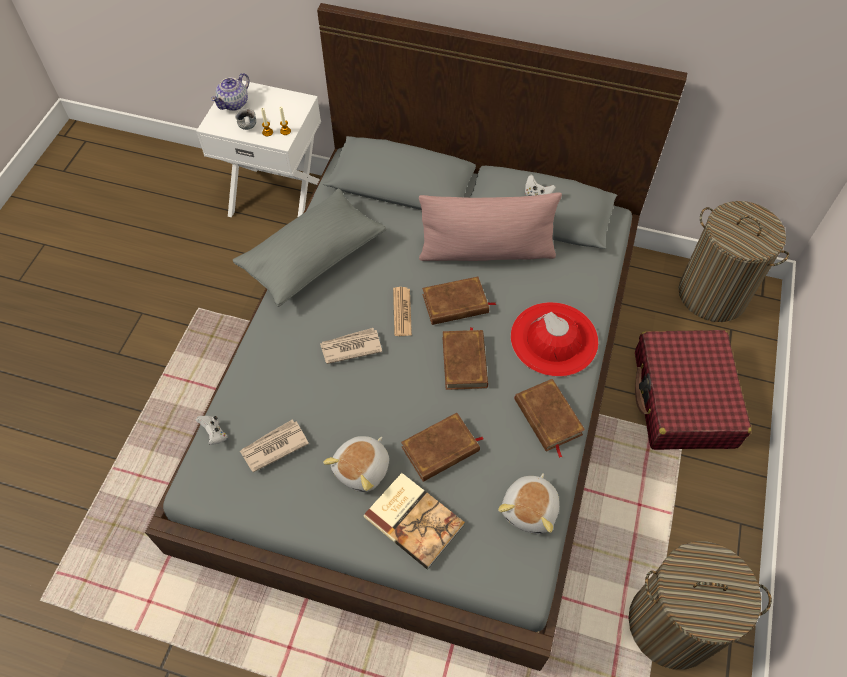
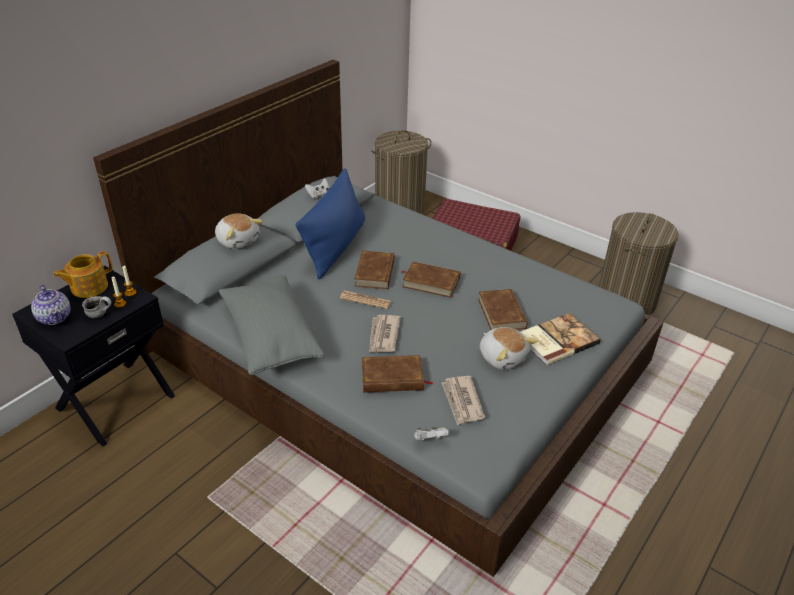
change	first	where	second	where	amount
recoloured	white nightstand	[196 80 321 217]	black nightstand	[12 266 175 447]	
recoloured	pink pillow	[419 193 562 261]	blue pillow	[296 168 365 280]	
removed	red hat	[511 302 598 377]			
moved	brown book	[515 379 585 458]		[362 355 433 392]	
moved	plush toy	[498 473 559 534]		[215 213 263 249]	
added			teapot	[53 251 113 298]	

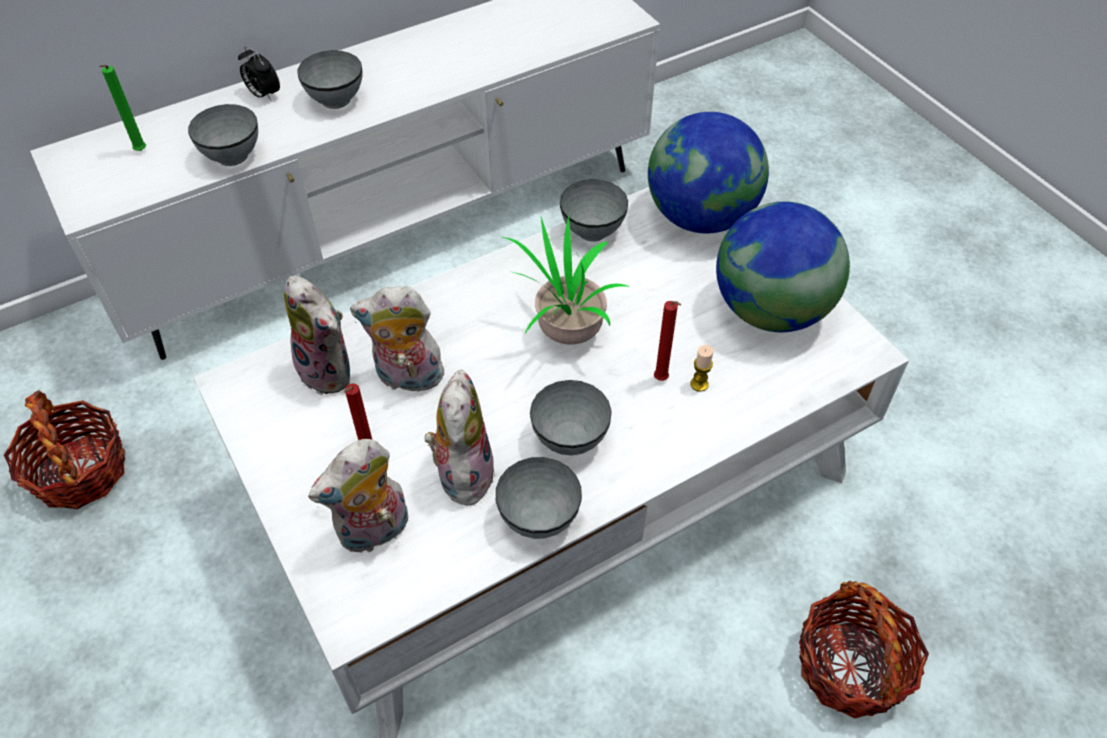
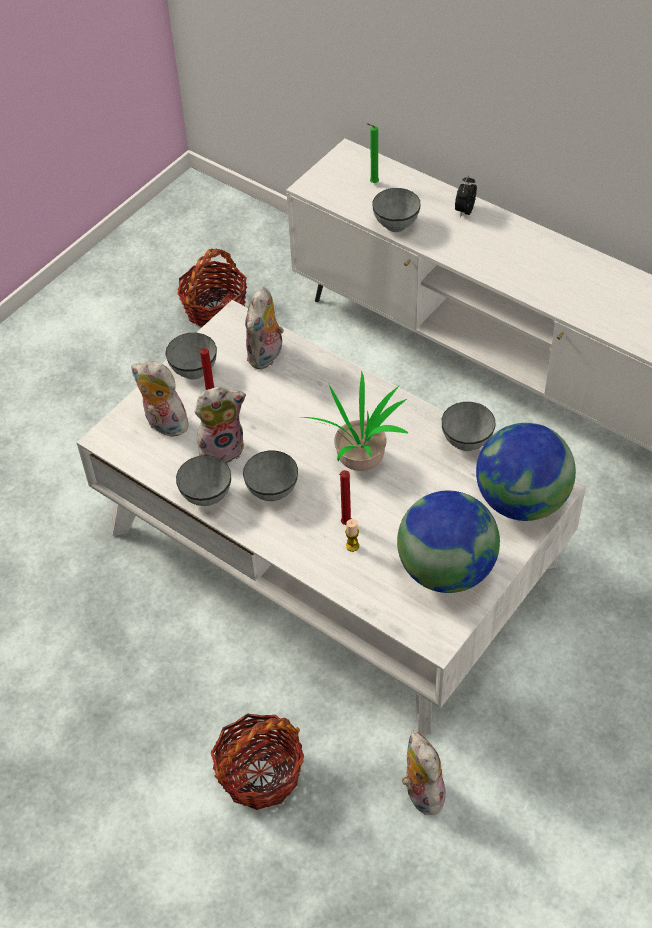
change	first	where	second	where	amount
moved	grey bowl	[297 50 363 109]		[166 333 217 380]	
moved	plush toy	[350 286 444 392]		[402 730 446 815]	

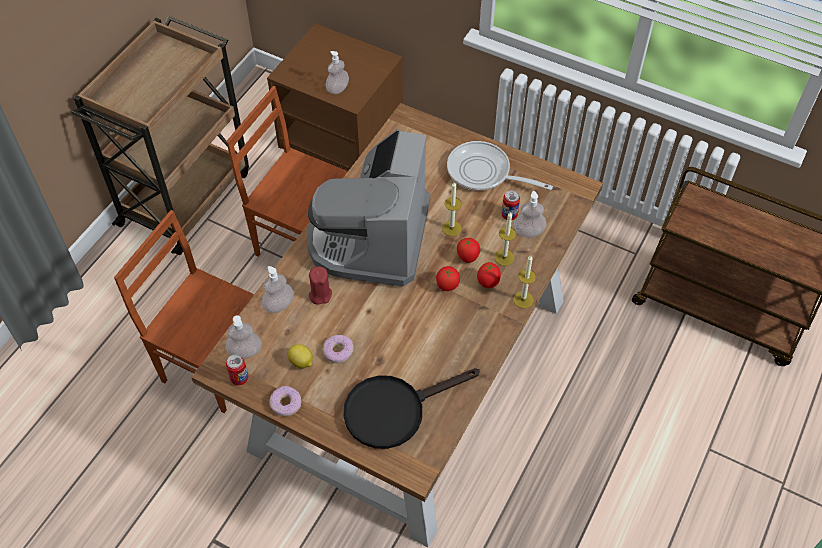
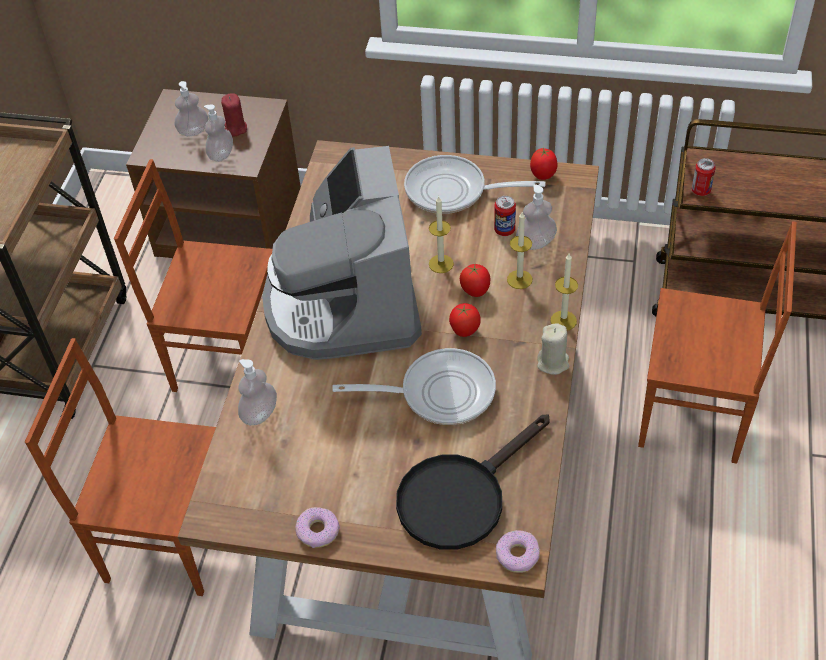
change	first	where	second	where	amount
moved	tomato	[477 262 501 288]		[530 148 558 180]	
moved	red candle	[309 266 332 305]		[221 93 247 136]	
moved	soap dispenser	[226 315 262 359]		[175 81 209 136]	
moved	donut	[323 335 354 363]		[496 530 540 573]	
removed	lemon	[287 344 313 369]			
moved	can	[226 355 249 386]		[692 158 716 196]	
added			brown chair	[638 221 797 464]	
added			beige candle	[537 323 569 375]	
added			frying pan	[332 348 496 425]	

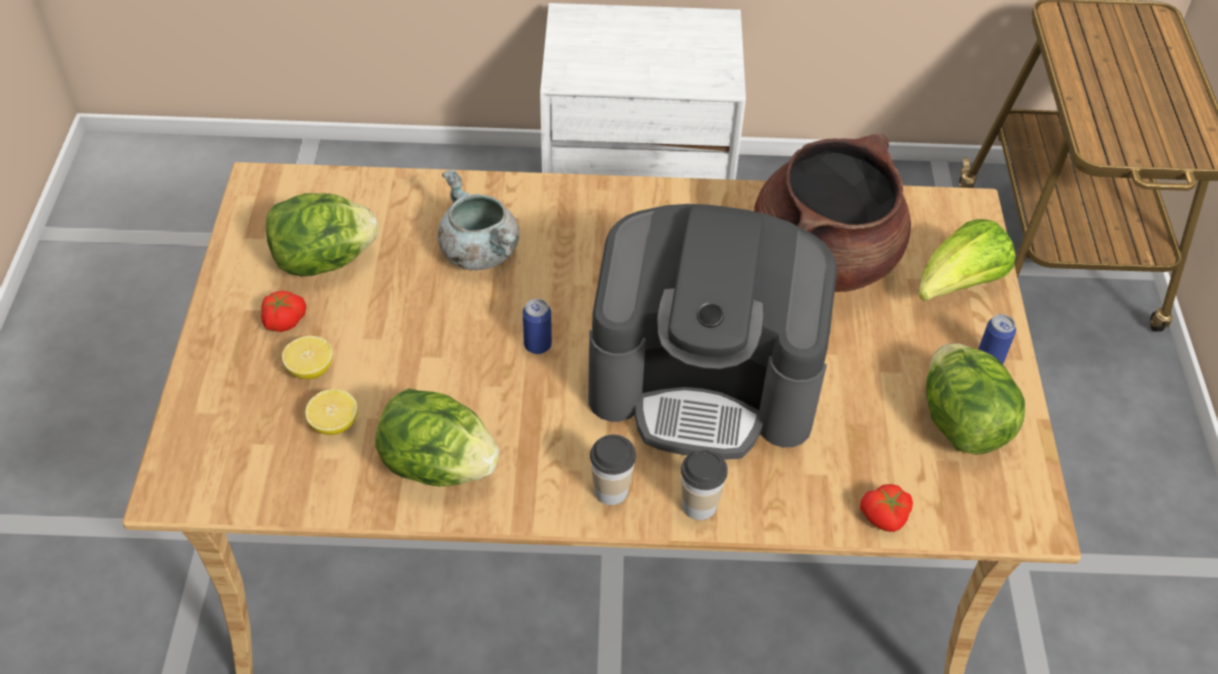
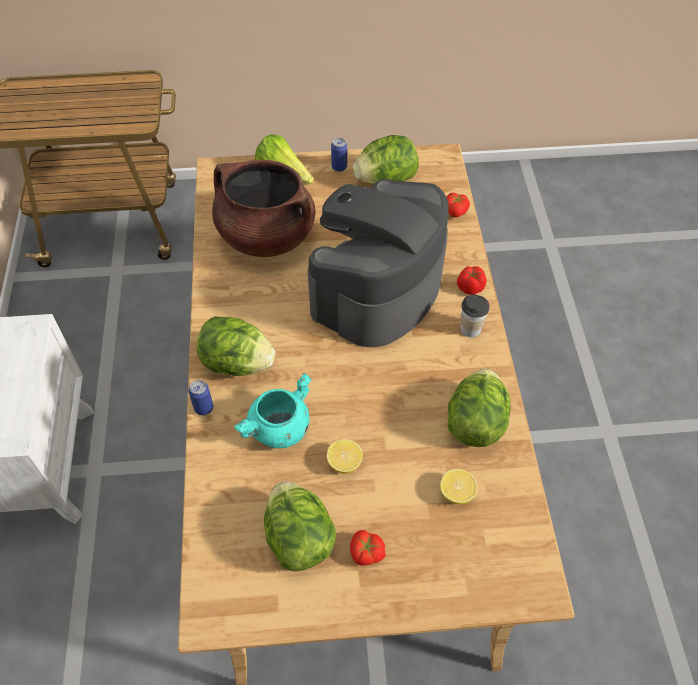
change	first	where	second	where	amount
recoloured	grey cooking pot	[438 169 519 270]	turquoise cooking pot	[234 373 312 448]	
turned	coffee machine	[588 204 837 460]		[308 179 449 347]	150 degrees counterclockwise
moved	can	[523 299 552 354]		[188 380 213 415]	
moved	lemon	[282 336 333 379]		[327 439 363 473]	
replaced	cup	[681 450 728 520]	tomato	[457 266 487 295]	
added			lettuce	[196 316 275 376]	

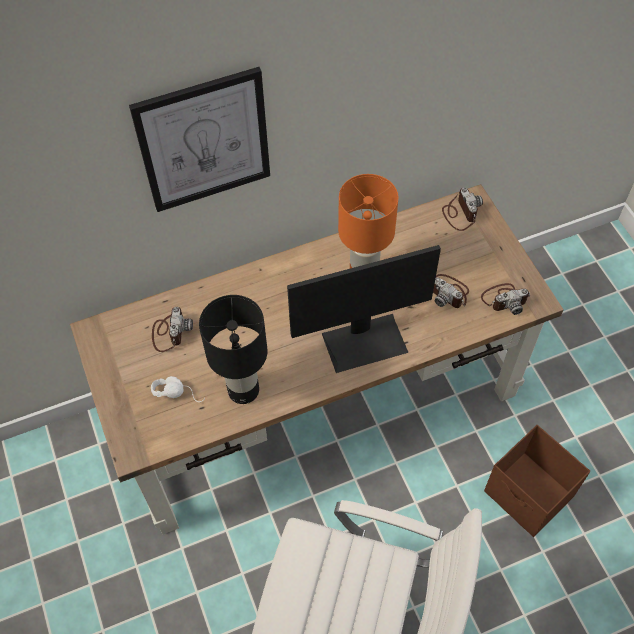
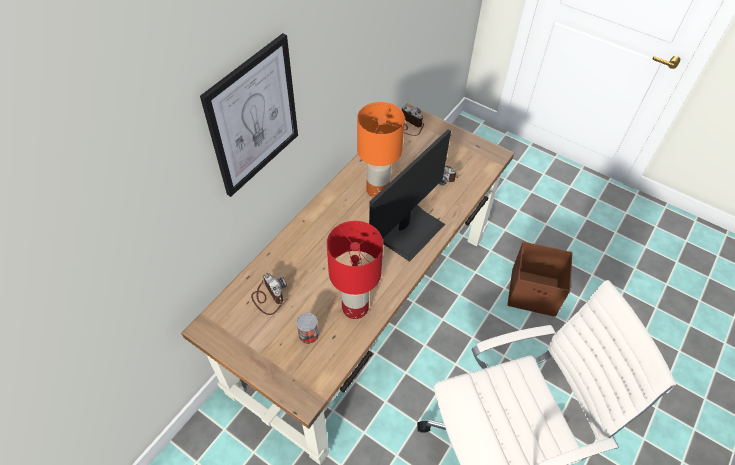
change	first	where	second	where	amount
removed	photo camera	[481 283 530 315]			
recoloured	black table lamp	[199 295 268 404]	red table lamp	[327 221 383 319]	
replaced	white headphones	[151 376 205 402]	can	[296 313 319 344]	

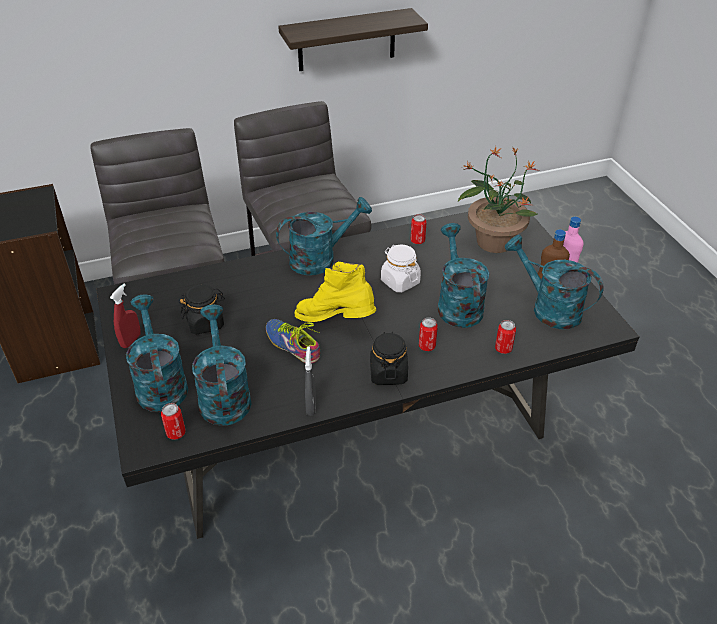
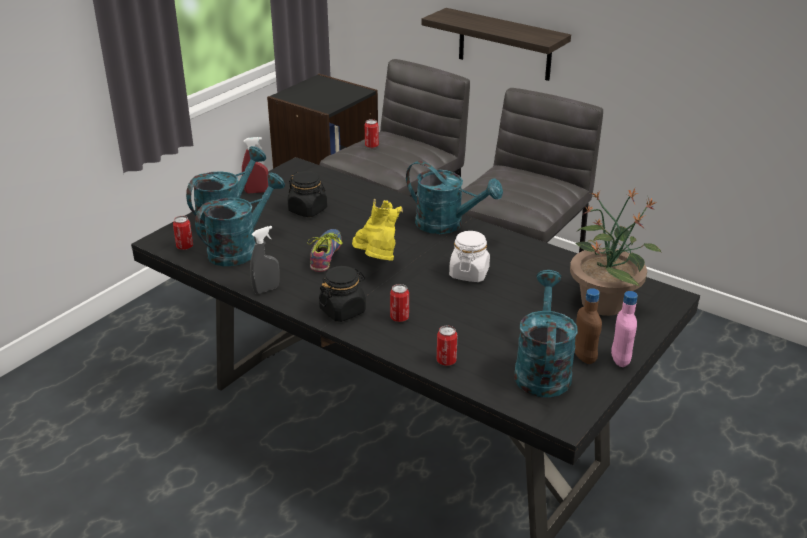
change	first	where	second	where	amount
moved	shelf	[278 8 428 71]		[422 8 571 81]	
moved	can	[410 214 427 244]		[365 119 379 148]	
removed	turquoise watering can	[438 223 489 328]			

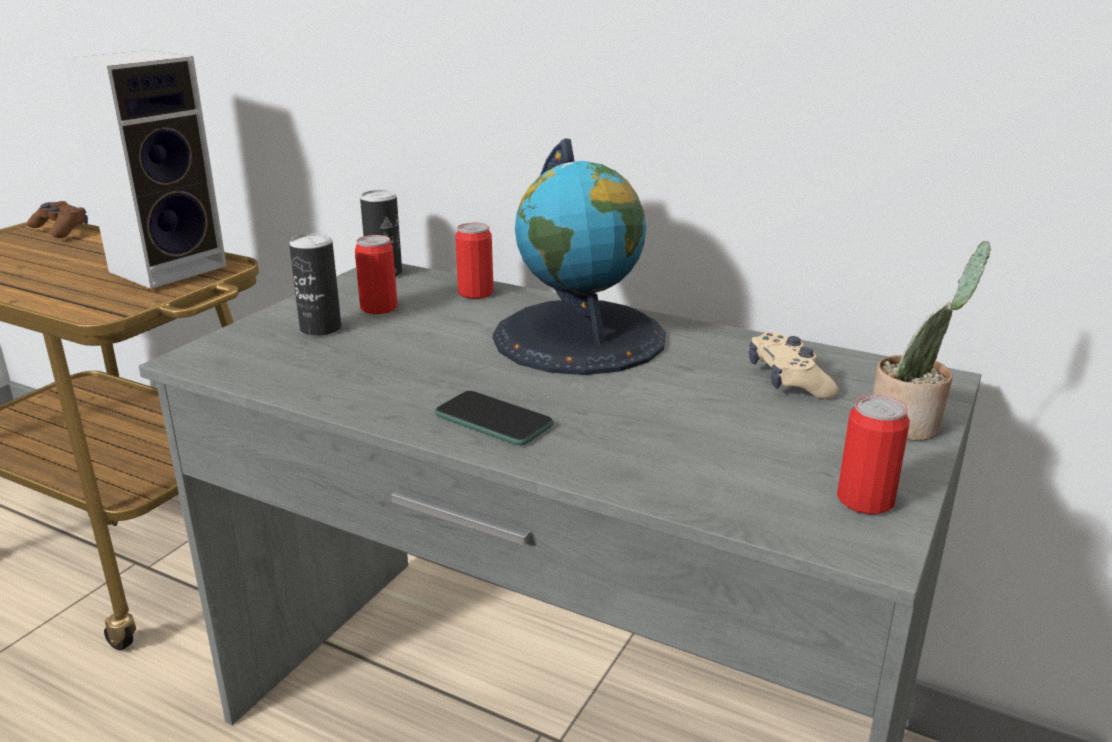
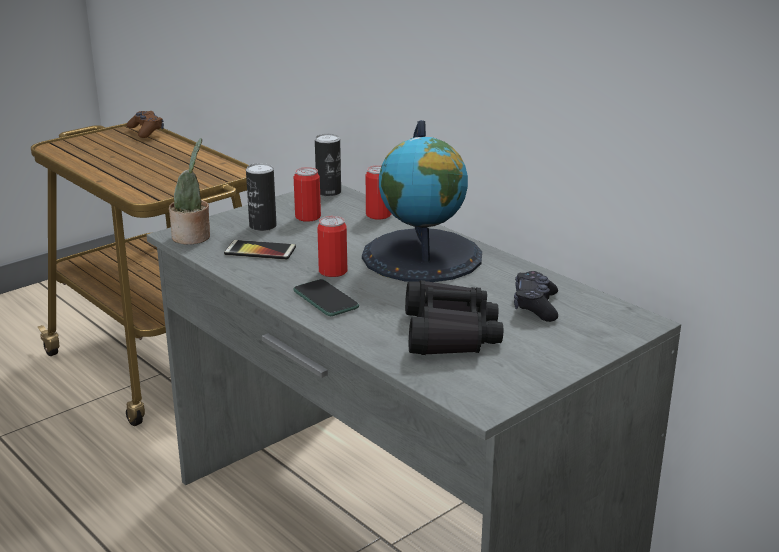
change	first	where	second	where	amount
removed	speaker	[63 50 227 289]			
moved	potted plant	[873 241 991 441]		[169 138 210 245]	
recoloured	beige game controller	[749 332 838 399]	black game controller	[514 271 558 322]	
moved	can	[837 395 910 514]		[317 216 347 277]	
added			phone	[224 240 296 260]	
added			black binoculars	[405 280 503 355]	

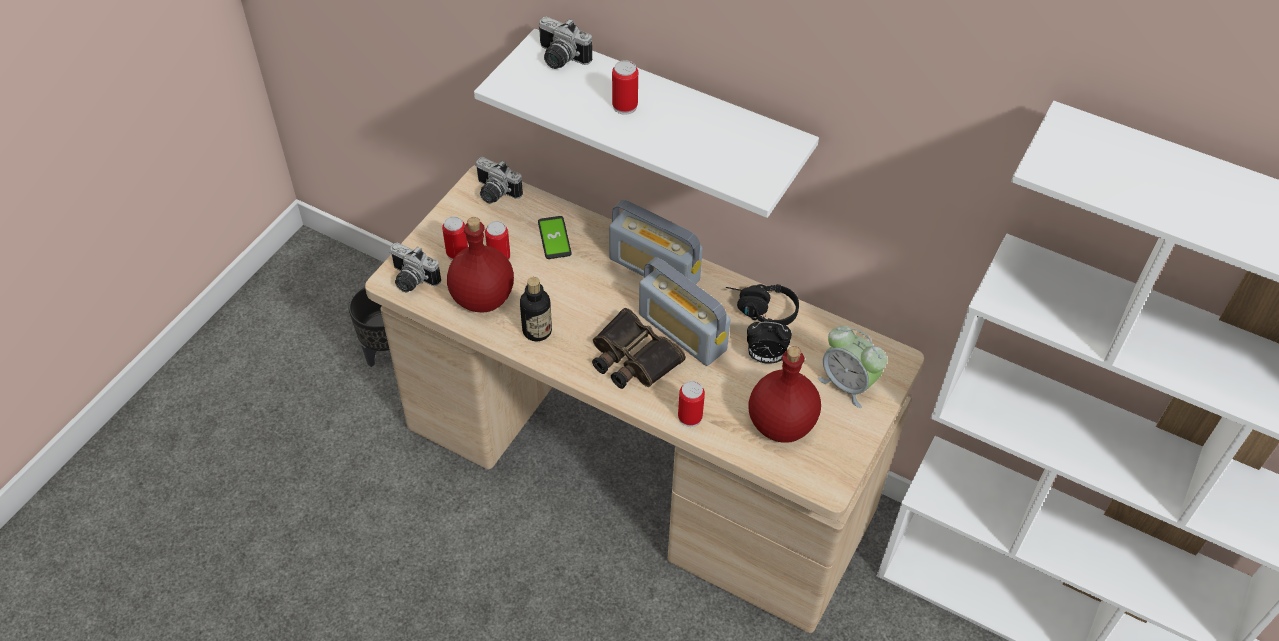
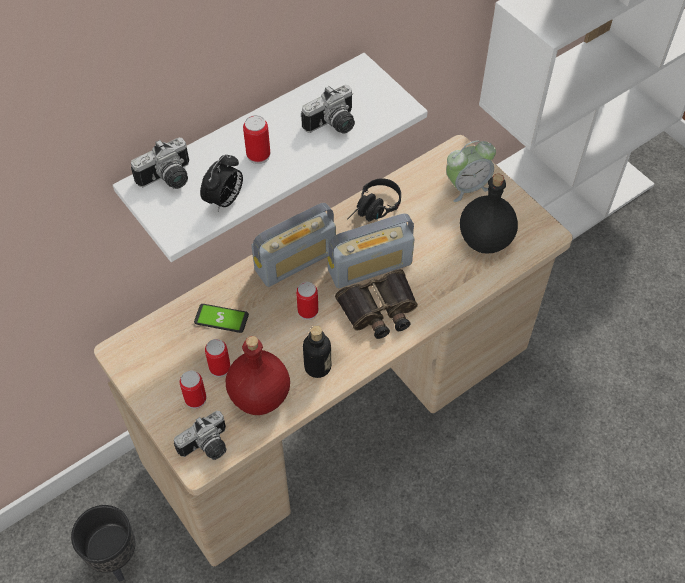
change	first	where	second	where	amount
moved	photo camera	[475 157 523 204]		[301 85 355 134]	
moved	alarm clock	[747 322 792 364]		[200 154 243 211]	
recoloured	red bottle	[749 346 821 443]	black bottle	[460 174 518 254]	
moved	can	[678 381 705 427]		[296 282 318 320]	

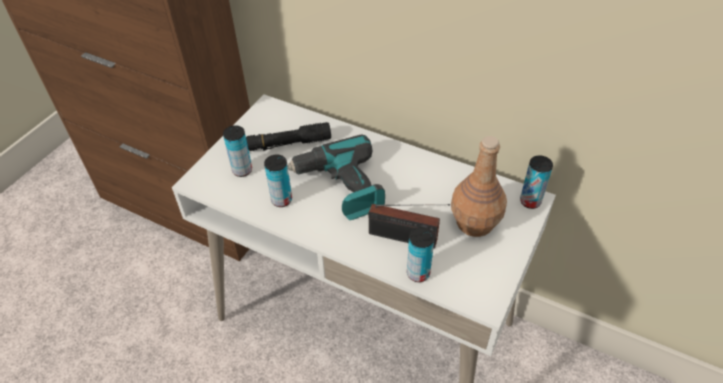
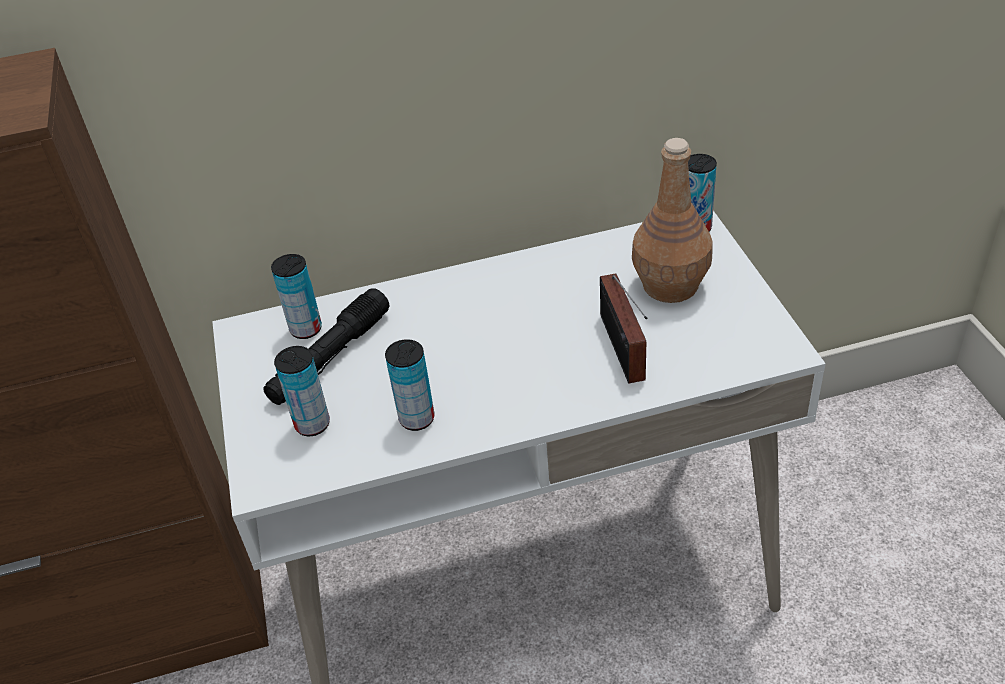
change	first	where	second	where	amount
removed	power drill	[288 134 385 220]			
turned	radio	[369 204 450 249]		[600 273 647 384]	105 degrees clockwise
moved	can	[407 227 435 282]		[271 254 322 339]	

